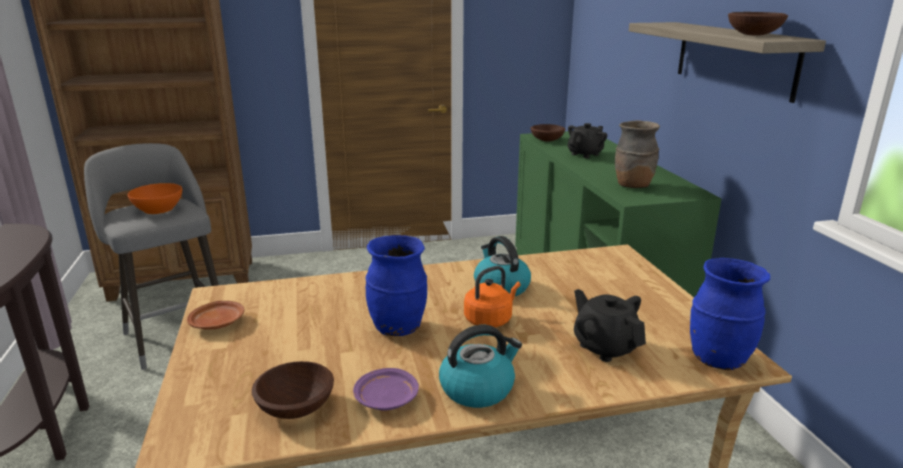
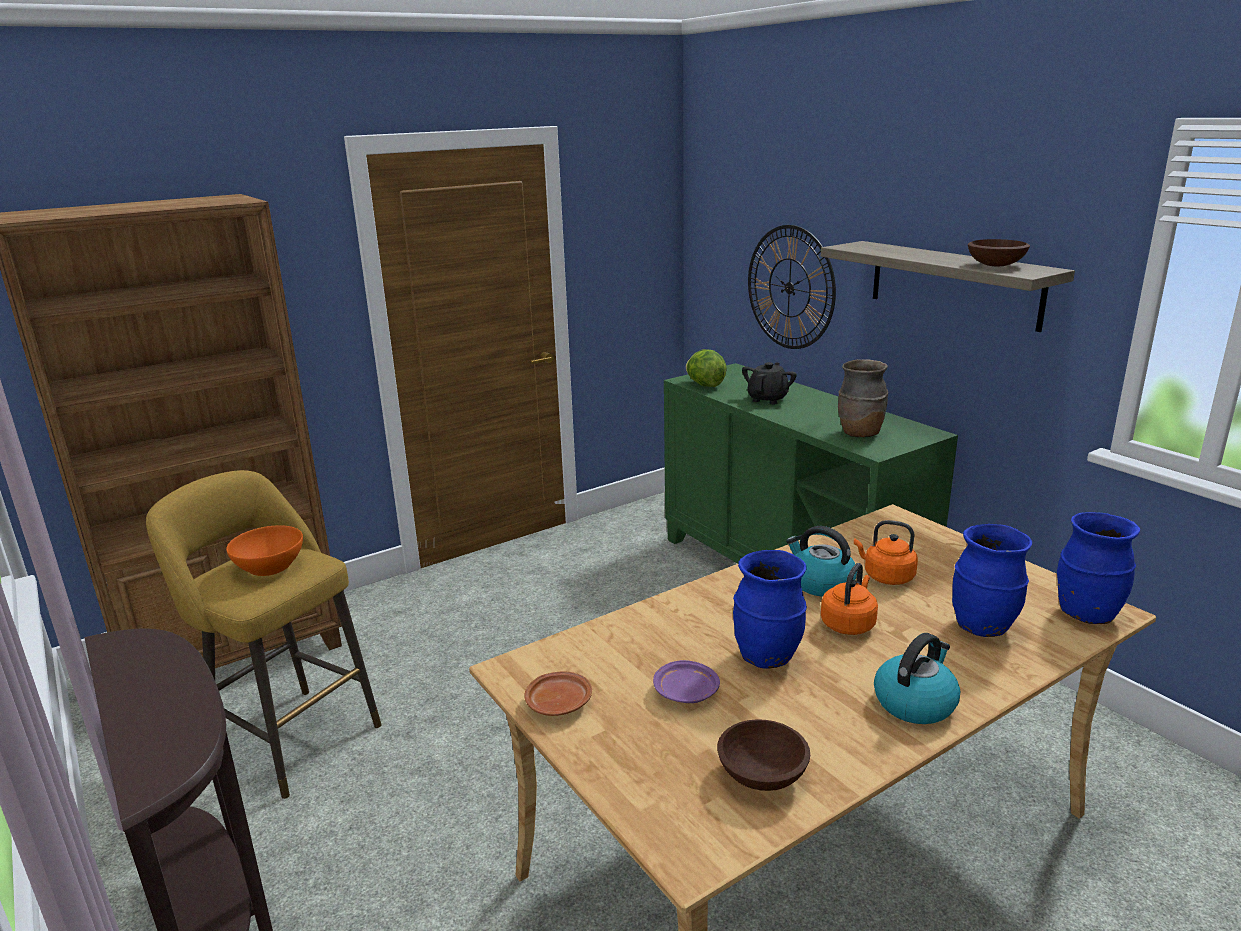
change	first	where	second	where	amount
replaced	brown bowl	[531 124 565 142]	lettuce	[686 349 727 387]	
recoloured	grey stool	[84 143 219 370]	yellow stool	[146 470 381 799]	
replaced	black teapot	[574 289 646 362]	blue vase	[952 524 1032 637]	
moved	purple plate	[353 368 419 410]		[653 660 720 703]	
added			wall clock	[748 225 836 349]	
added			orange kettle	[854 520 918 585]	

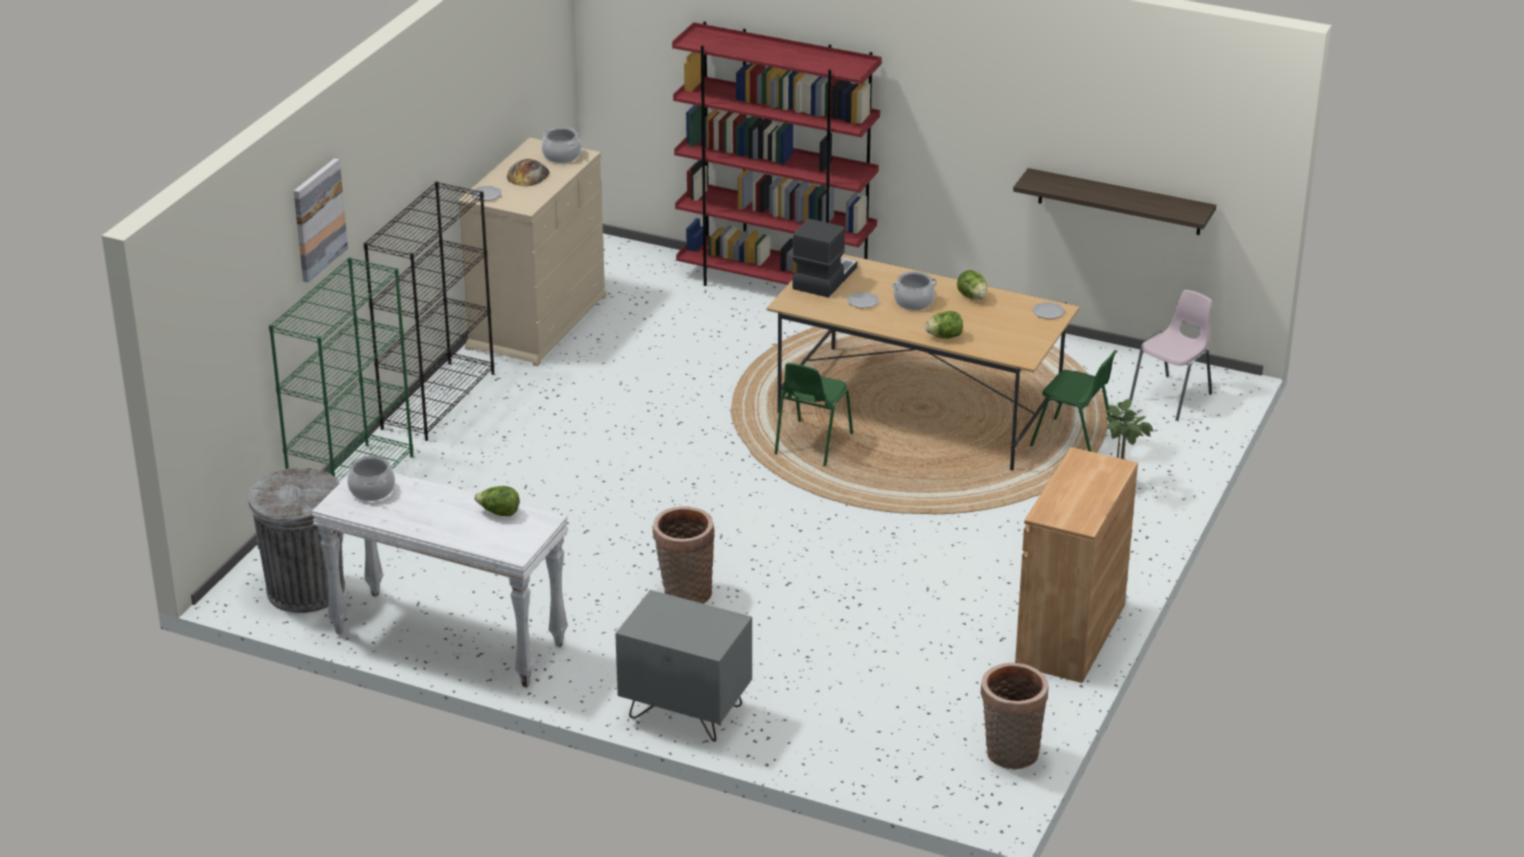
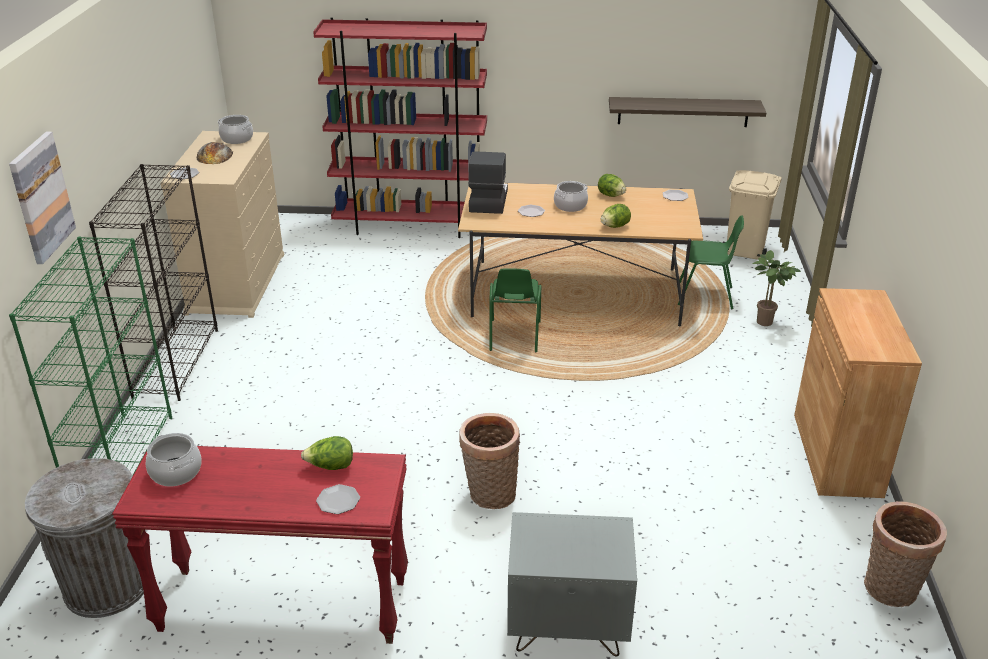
change	first	where	second	where	amount
replaced	pink chair	[1129 290 1212 421]	beige trash can	[723 170 782 260]	
recoloured	white console table	[312 473 568 688]	red console table	[112 446 408 644]	
added			plate	[316 484 360 514]	

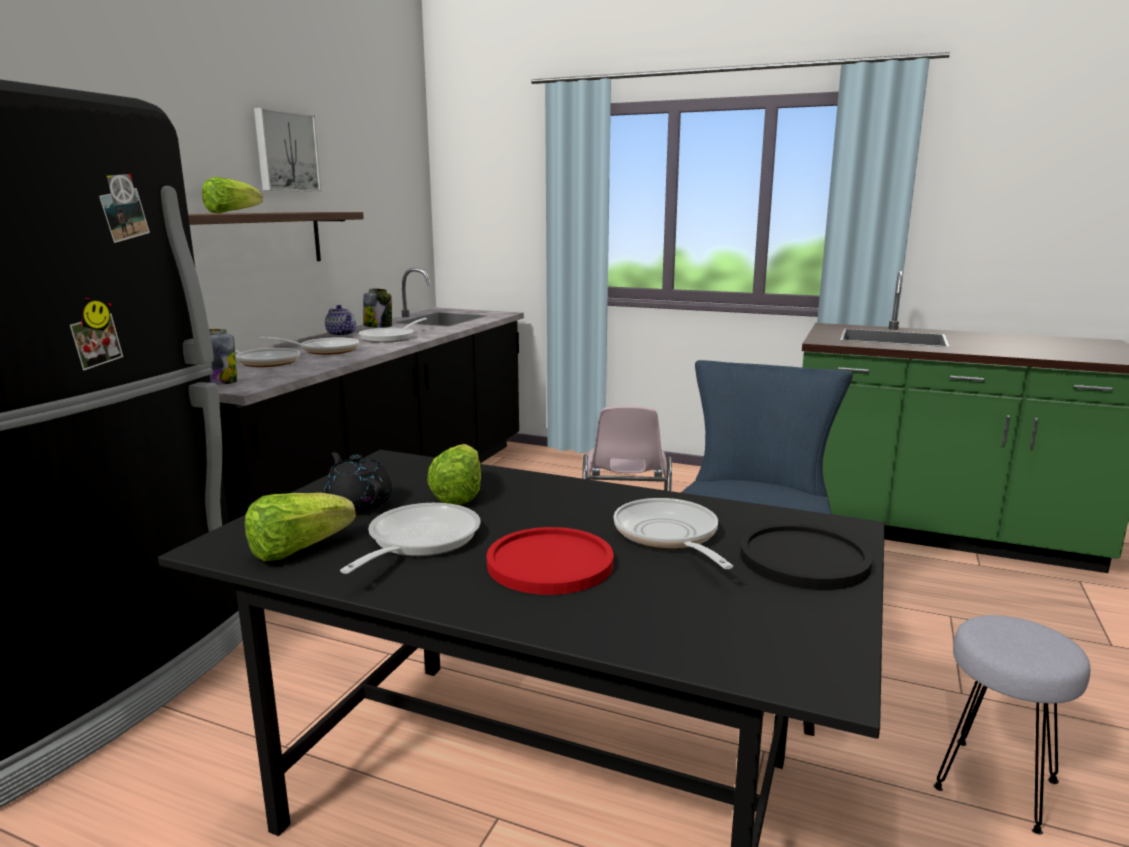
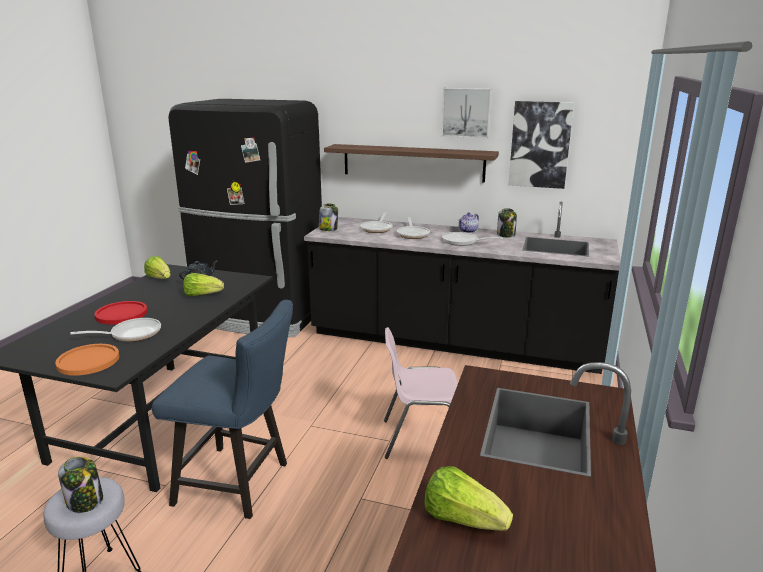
change	first	where	second	where	amount
moved	lettuce	[202 177 263 214]		[424 466 513 531]	
removed	frying pan	[340 503 481 574]			
recoloured	black plate	[740 524 872 590]	orange plate	[55 344 119 376]	
added			picture	[509 101 574 189]	
added			jar	[58 457 103 513]	

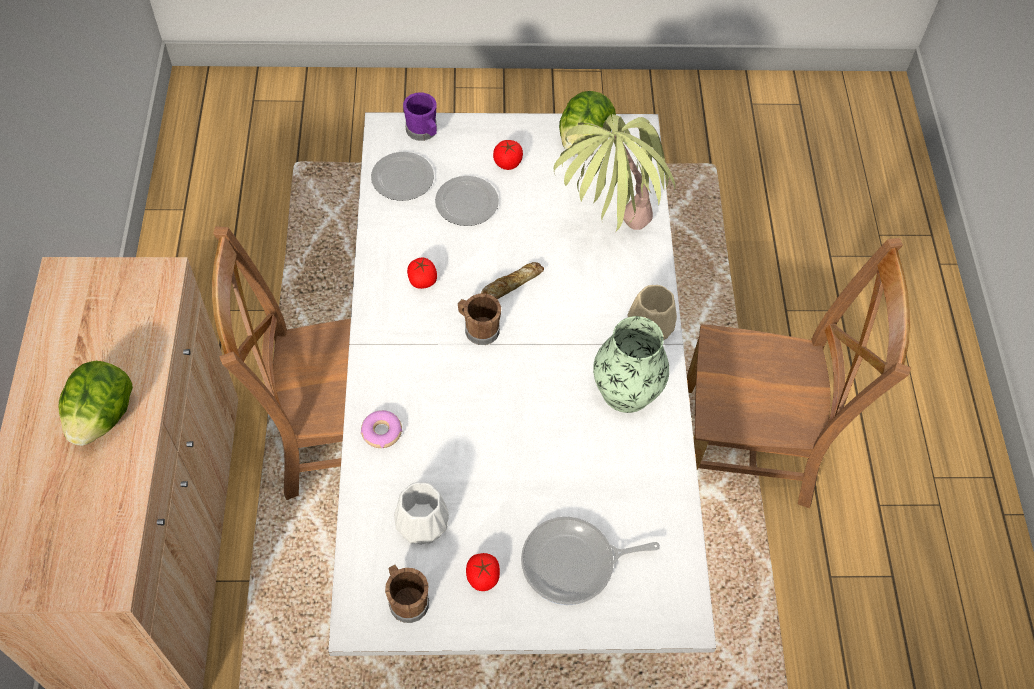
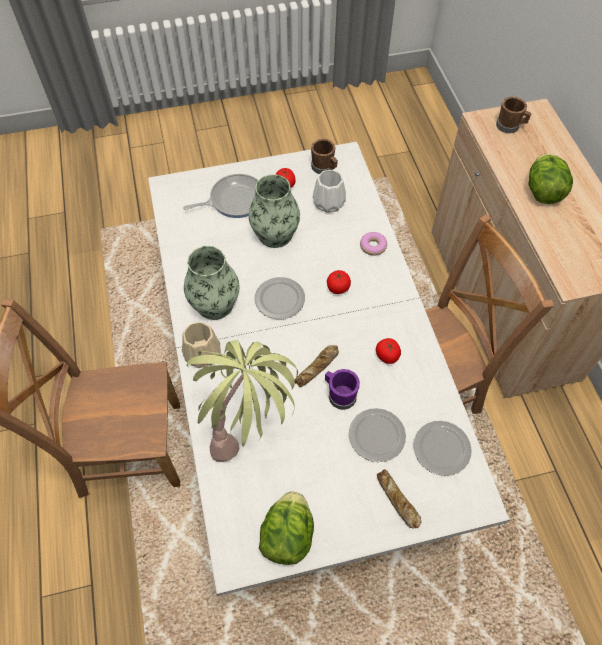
change	first	where	second	where	amount
moved	purple mug	[403 93 437 141]		[325 369 360 410]	
moved	tomato	[493 140 523 170]		[327 270 351 294]	
moved	brown mug	[458 294 501 345]		[496 97 532 134]	
added			vase	[248 174 300 248]	
added			plate	[255 277 305 319]	
added			bread	[377 469 421 529]	

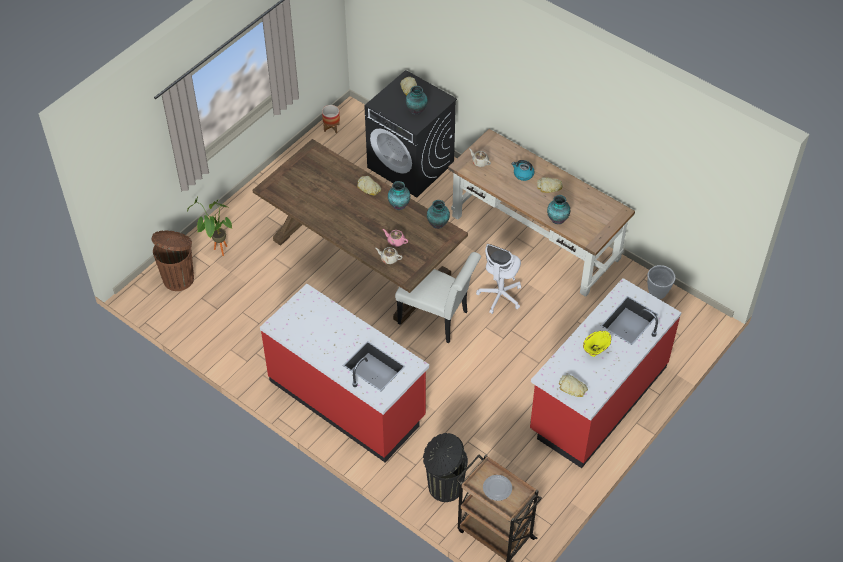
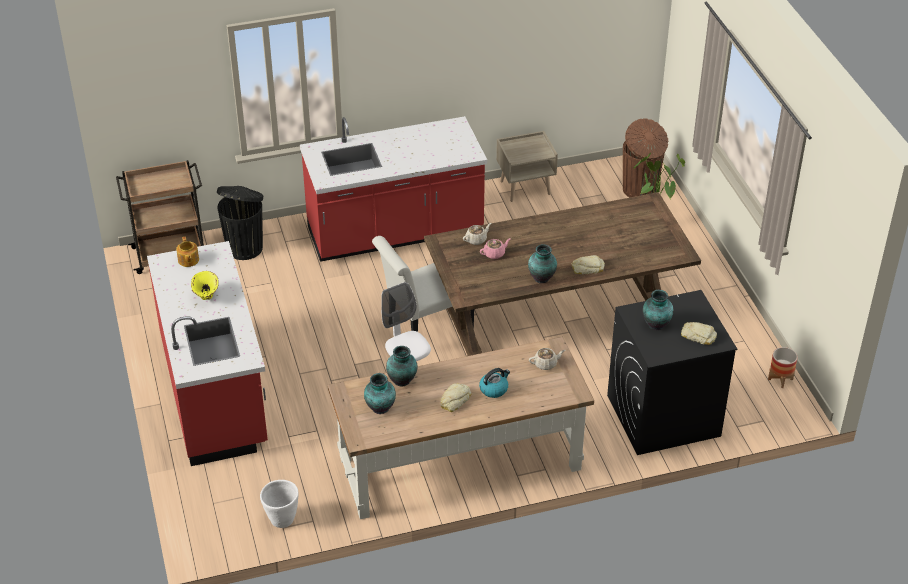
change	first	where	second	where	amount
moved	vase	[427 200 450 229]		[364 373 396 414]	
replaced	bread	[559 374 588 397]	teapot	[176 237 199 267]	
removed	plate	[483 475 512 501]			
added			beige nightstand	[496 131 558 202]	

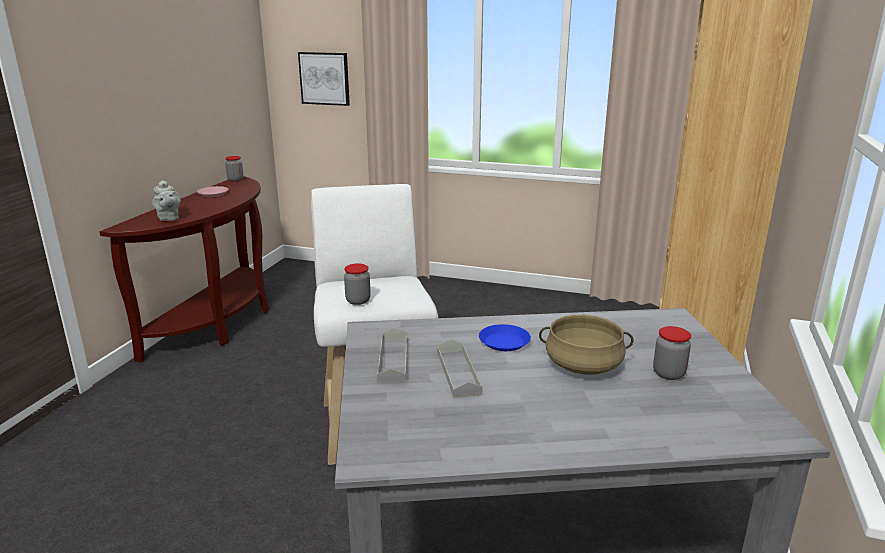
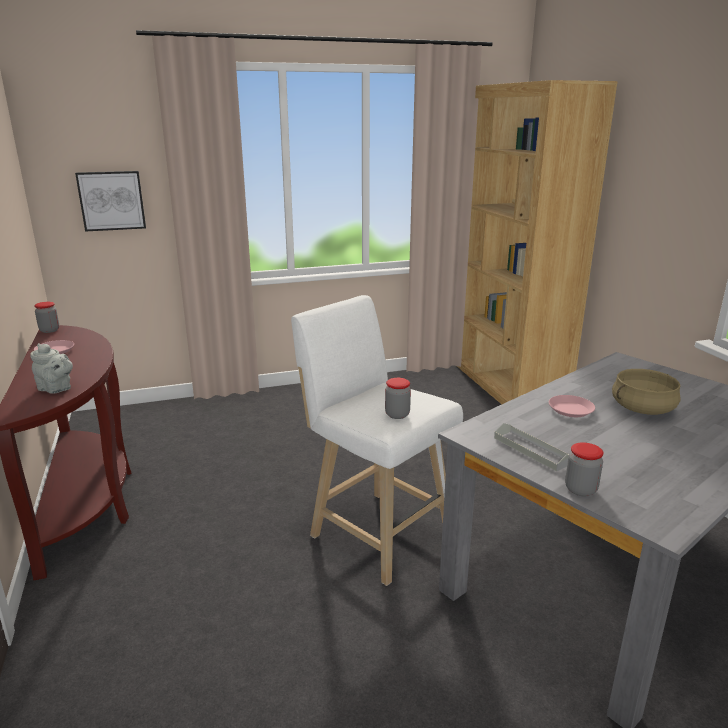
change	first	where	second	where	amount
recoloured	blue plate	[479 324 531 351]	pink plate	[549 395 595 417]	
moved	jar	[653 326 691 380]		[565 442 604 496]	
removed	grey tray	[437 339 482 398]			

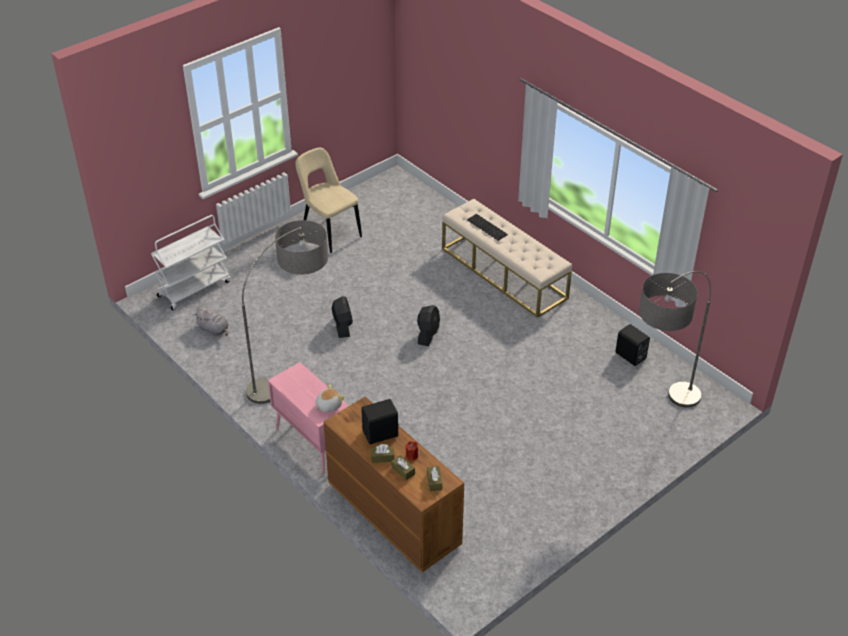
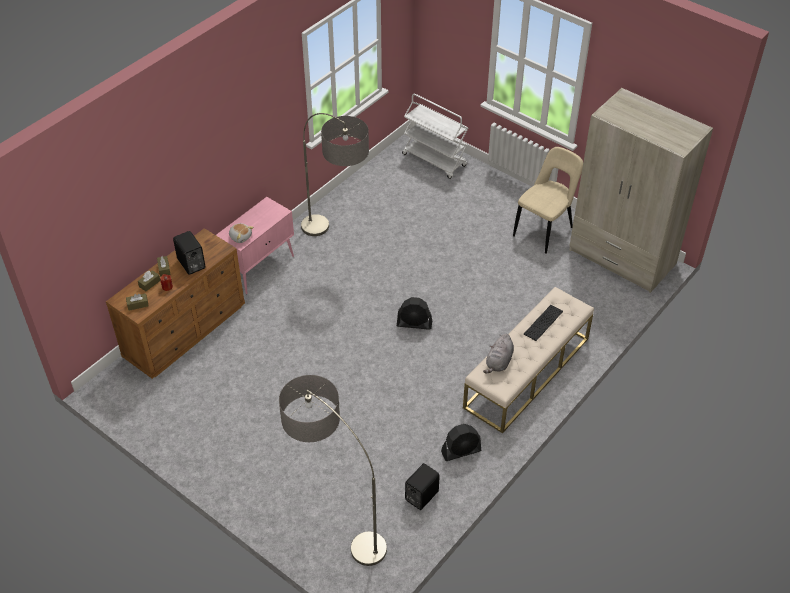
change	first	where	second	where	amount
moved	black fan	[331 296 353 338]		[441 424 481 461]	
moved	grey plush toy	[193 307 229 336]		[483 334 514 373]	
added			beige wardrobe	[569 88 713 293]	

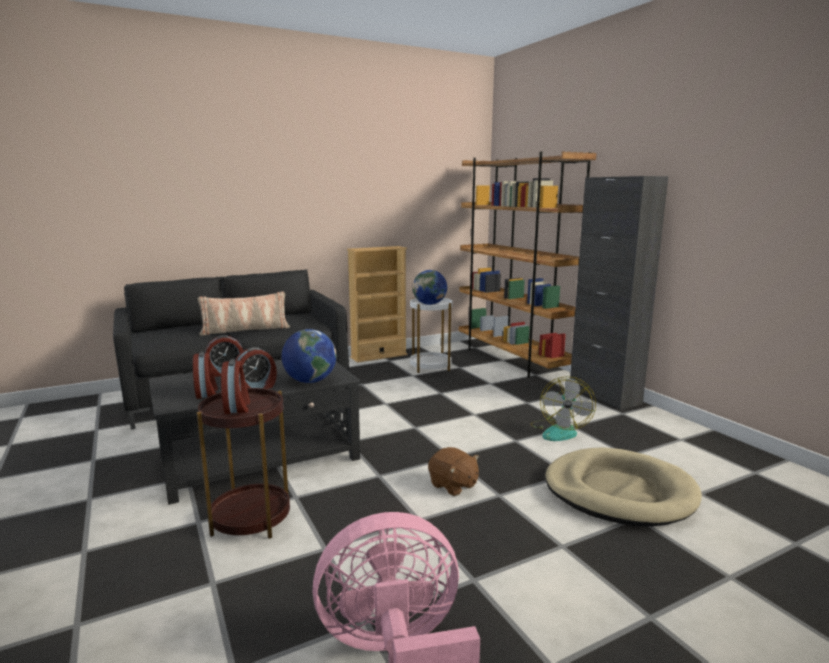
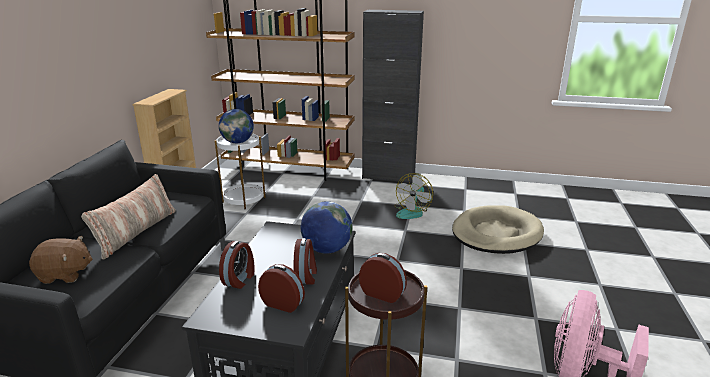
change	first	where	second	where	amount
turned	fan	[530 376 596 441]		[394 173 433 219]	60 degrees clockwise
moved	brown plush toy	[428 447 479 496]		[29 236 93 284]	

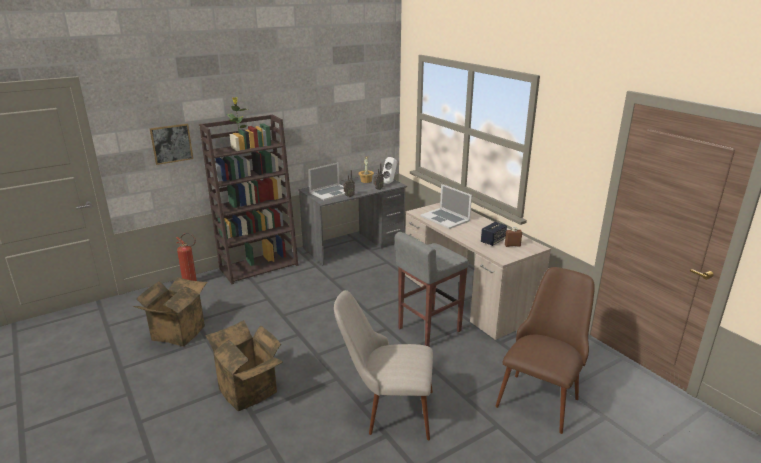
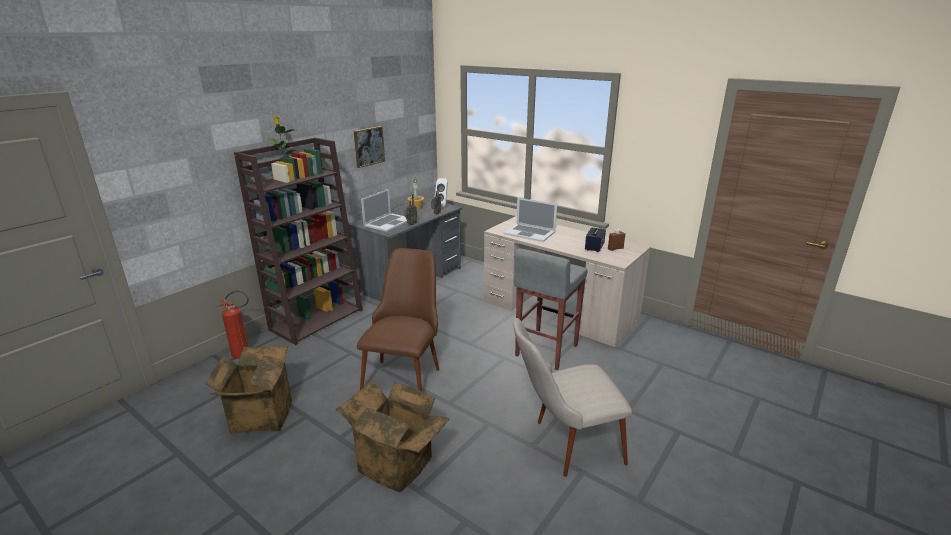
change	first	where	second	where	amount
moved	picture	[149 123 193 165]		[354 126 385 168]	
moved	brown chair	[495 267 595 434]		[357 248 439 391]	

